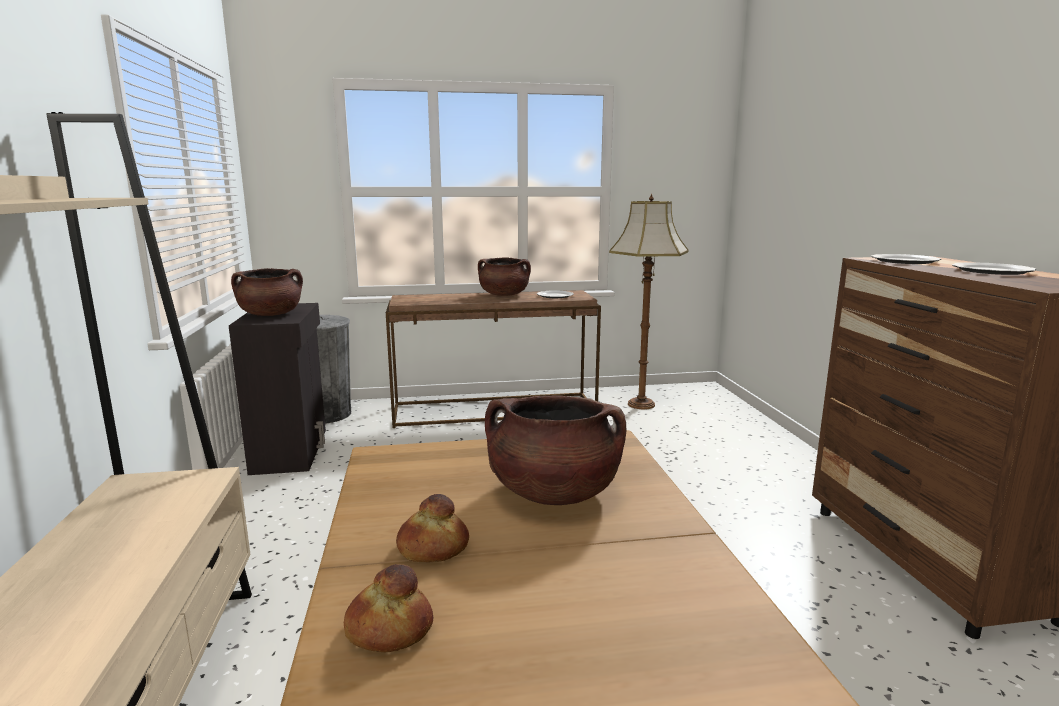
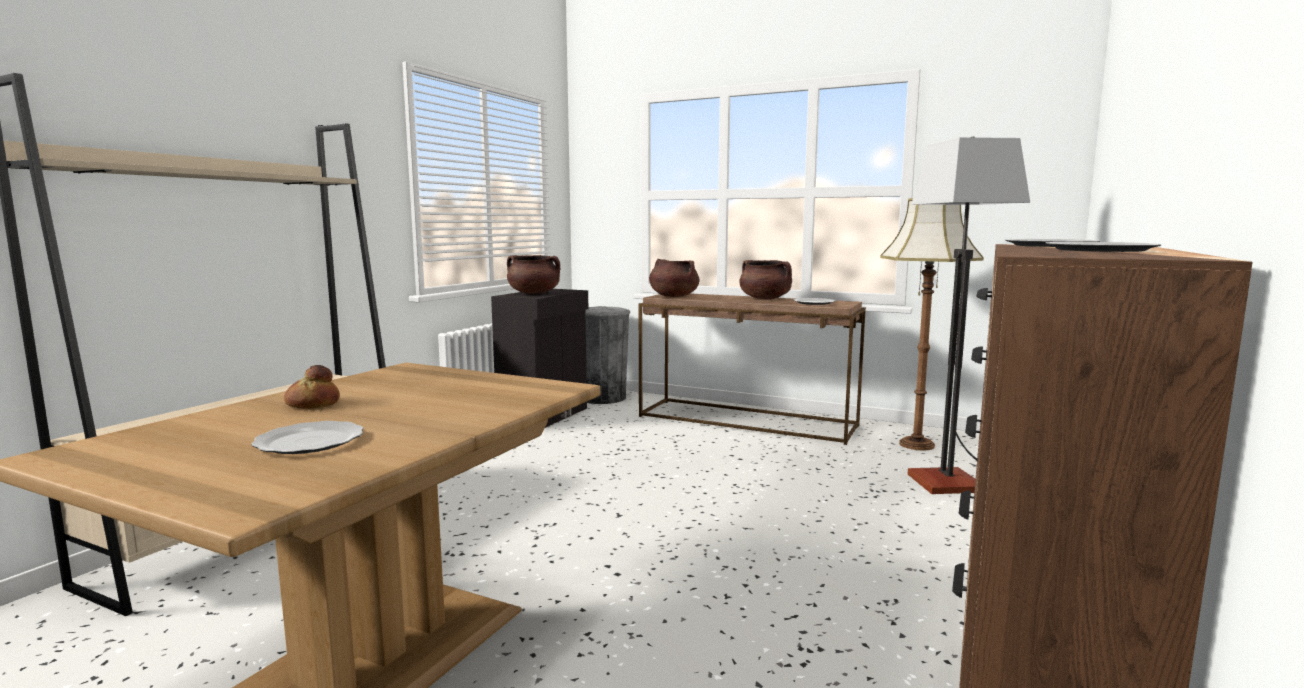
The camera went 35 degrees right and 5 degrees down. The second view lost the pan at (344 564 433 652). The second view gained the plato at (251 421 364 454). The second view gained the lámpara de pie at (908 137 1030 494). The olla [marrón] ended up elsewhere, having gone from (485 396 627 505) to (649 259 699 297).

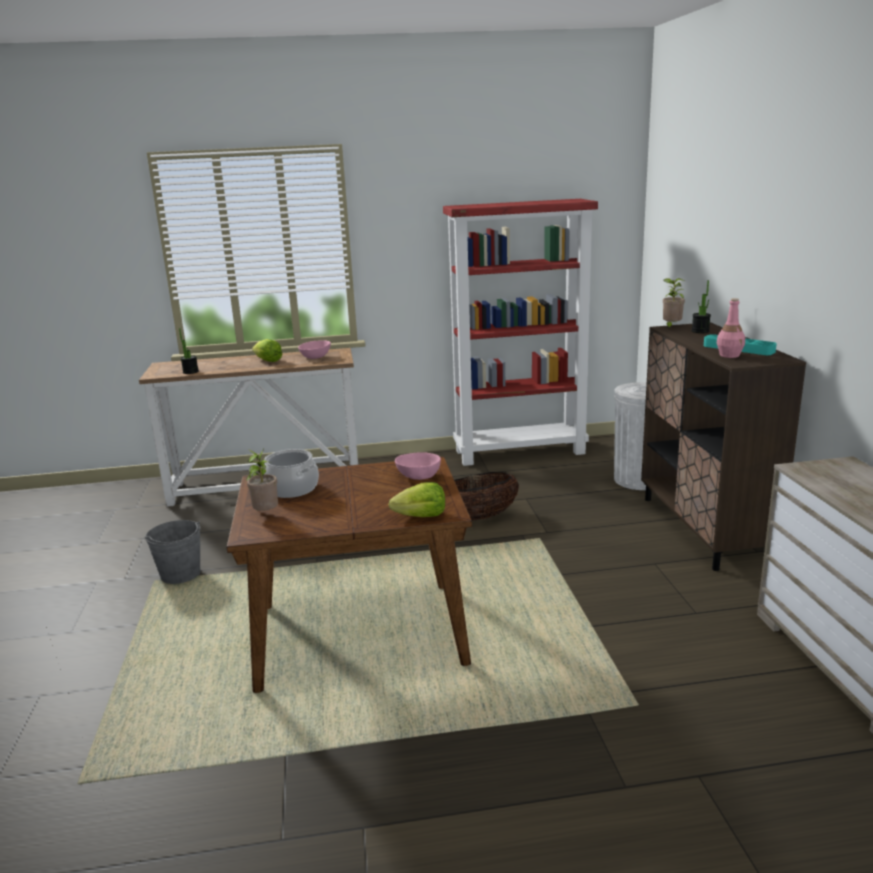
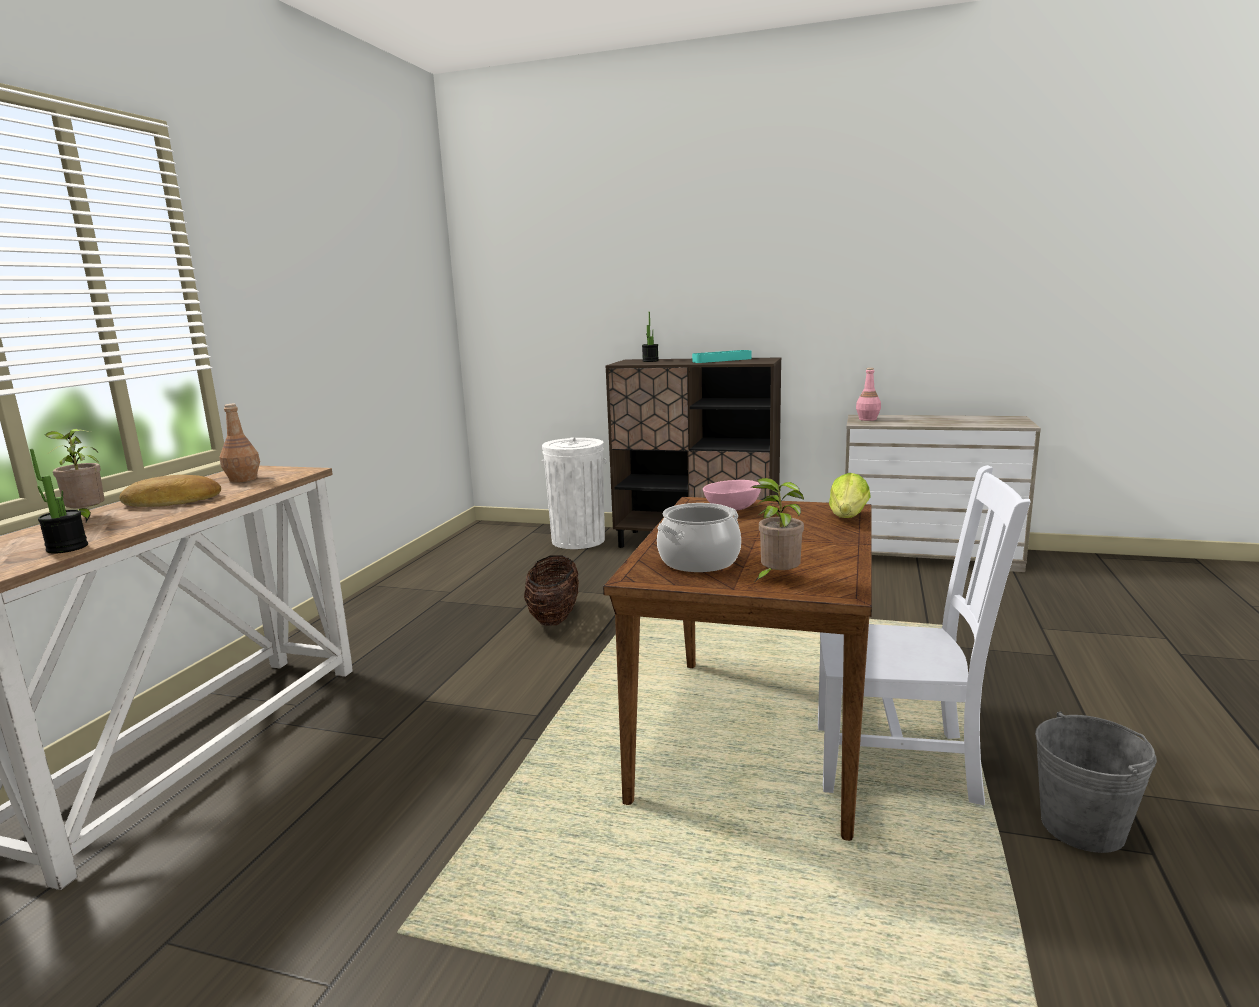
The camera went 65 degrees left and 5 degrees down. The second view lost the estantería [rojo] at (443 199 598 466). The second view gained the silla [blanco] at (818 465 1031 805). The cubo [gris] ended up elsewhere, having gone from (145 520 201 584) to (1035 712 1157 853). The planta en maceta ended up elsewhere, having gone from (663 278 685 330) to (45 429 105 522). The botella [rosa] ended up elsewhere, having gone from (717 298 745 358) to (856 368 881 421). Where the lechuga stood at (252 339 282 362), the pan came to stand at (119 475 221 507). Where the cuenco [rosa] stood at (298 340 331 359), the botella [marrón] came to stand at (220 404 260 483).

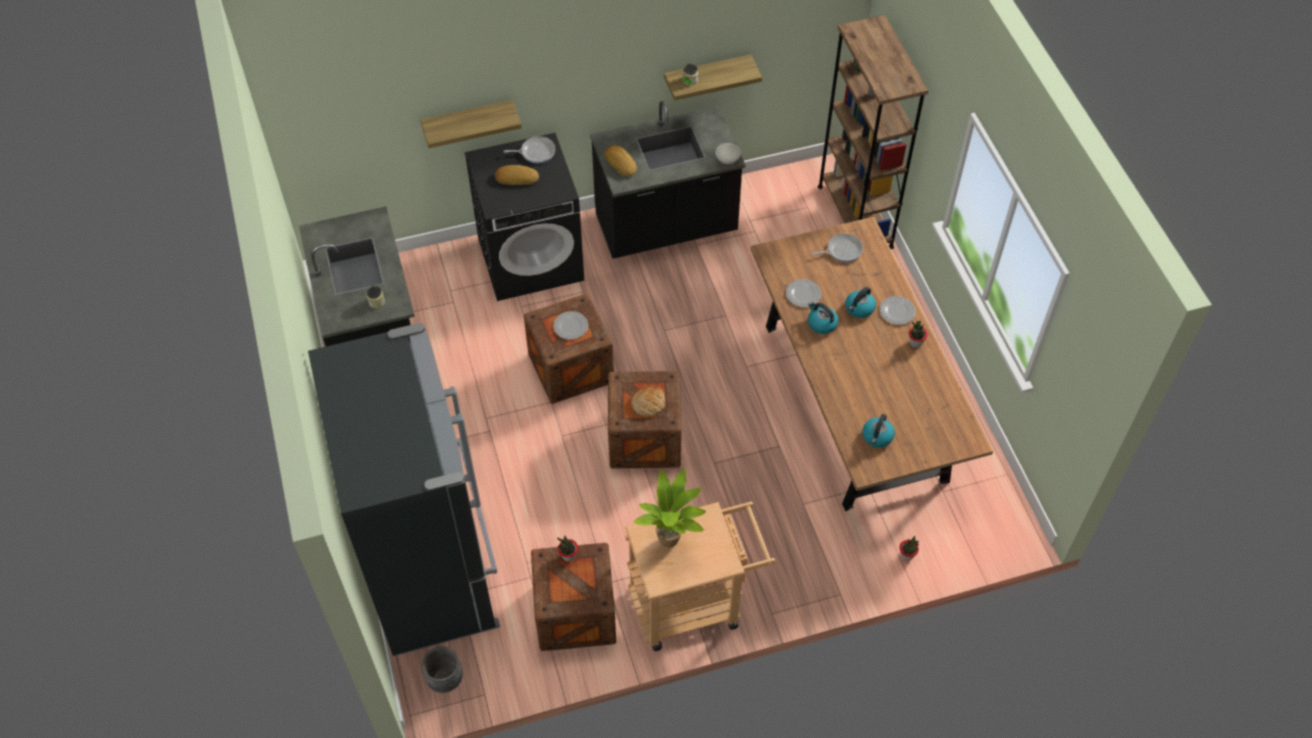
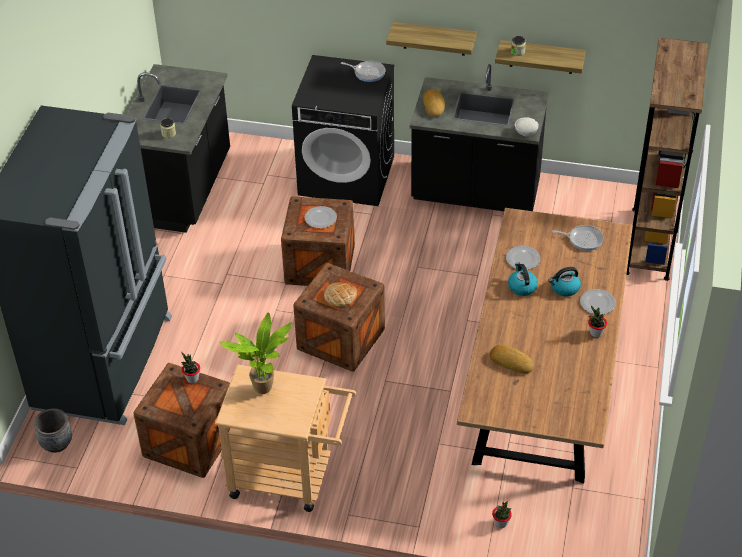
The camera went 30 degrees right and 10 degrees down. The second view lost the hervidor at (863 414 895 447). The estante ended up elsewhere, having gone from (421 100 522 148) to (386 22 477 56). The pan ended up elsewhere, having gone from (495 165 539 185) to (490 345 534 374).

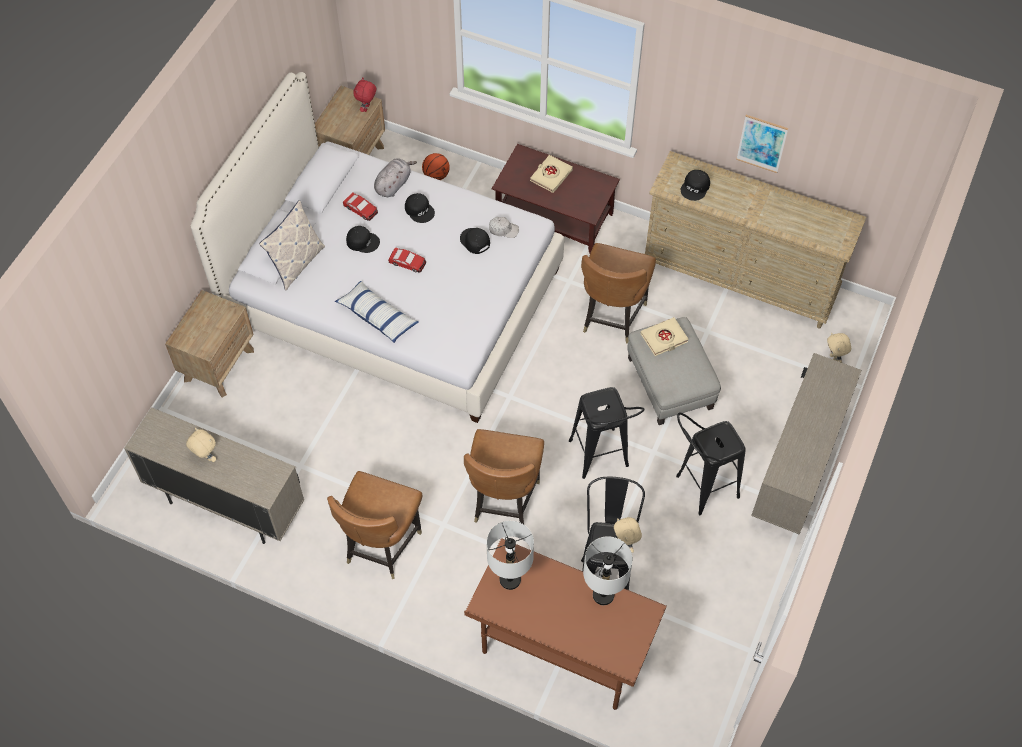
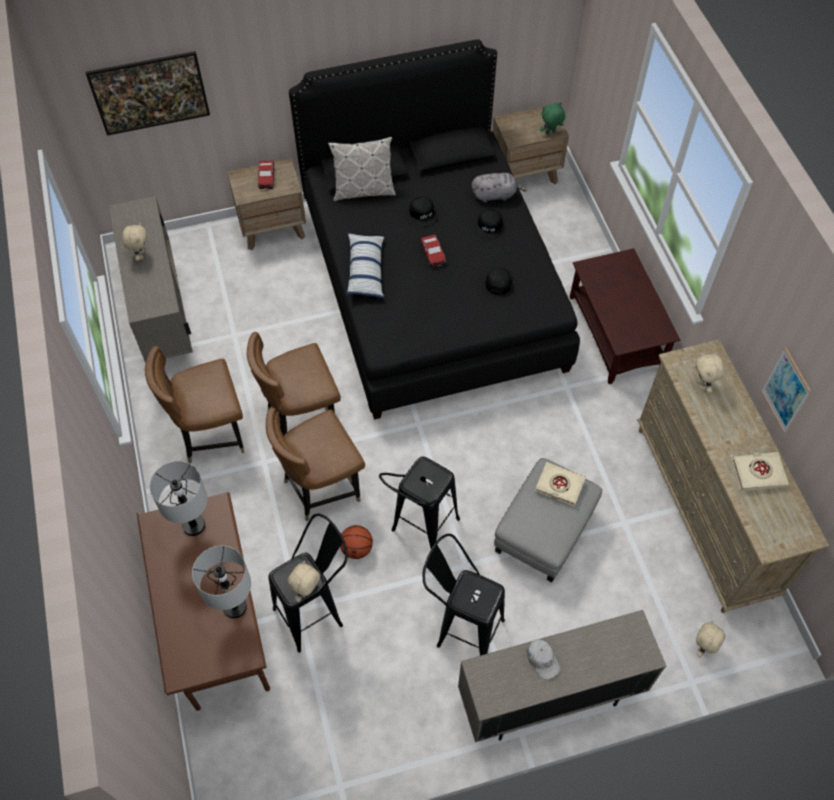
The camera went 50 degrees right and 0 degrees up. The second view gained the cuadro at (85 51 210 136). The coche de juguete ended up elsewhere, having gone from (343 192 378 221) to (258 160 274 189). The balón de baloncesto ended up elsewhere, having gone from (422 153 450 180) to (340 525 373 559). The gorra [blanco] ended up elsewhere, having gone from (489 217 519 238) to (527 639 560 680). The libro [beis] ended up elsewhere, having gone from (530 155 573 193) to (732 452 789 491). The silla [marrón] ended up elsewhere, having gone from (581 243 656 344) to (247 332 341 436). Where the gorra [negro] stood at (681 170 710 201), the peluche [beis] came to stand at (696 353 724 393). What was the cama [blanco] at (191 72 564 423) turned into the cama [negro] at (289 39 580 420). What was the peluche [rojo] at (353 78 376 112) turned into the peluche [verde] at (540 102 565 135).

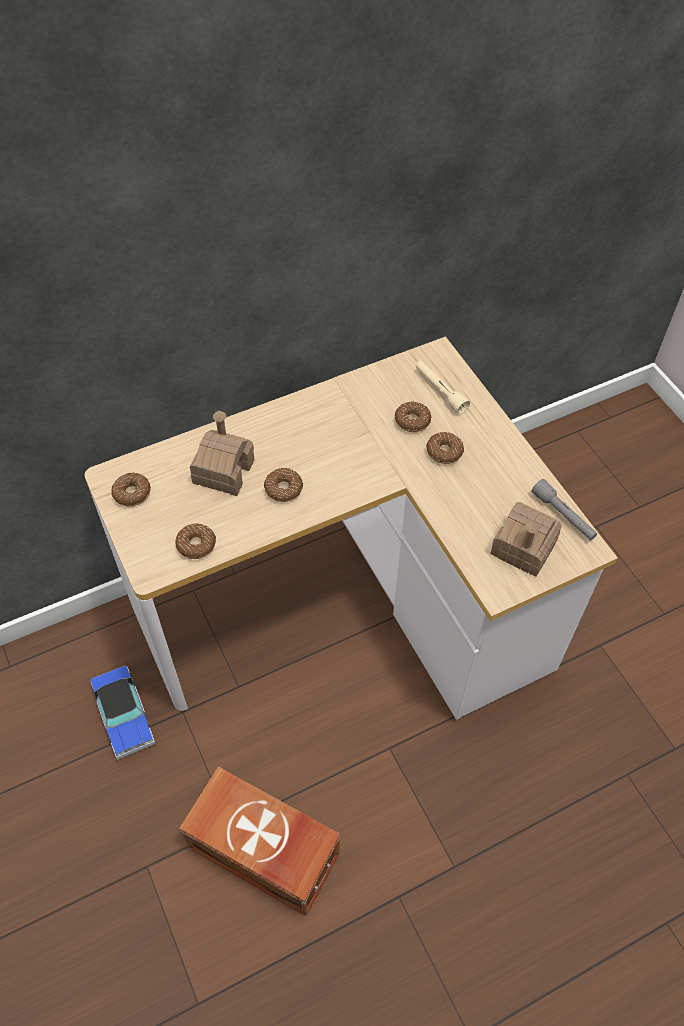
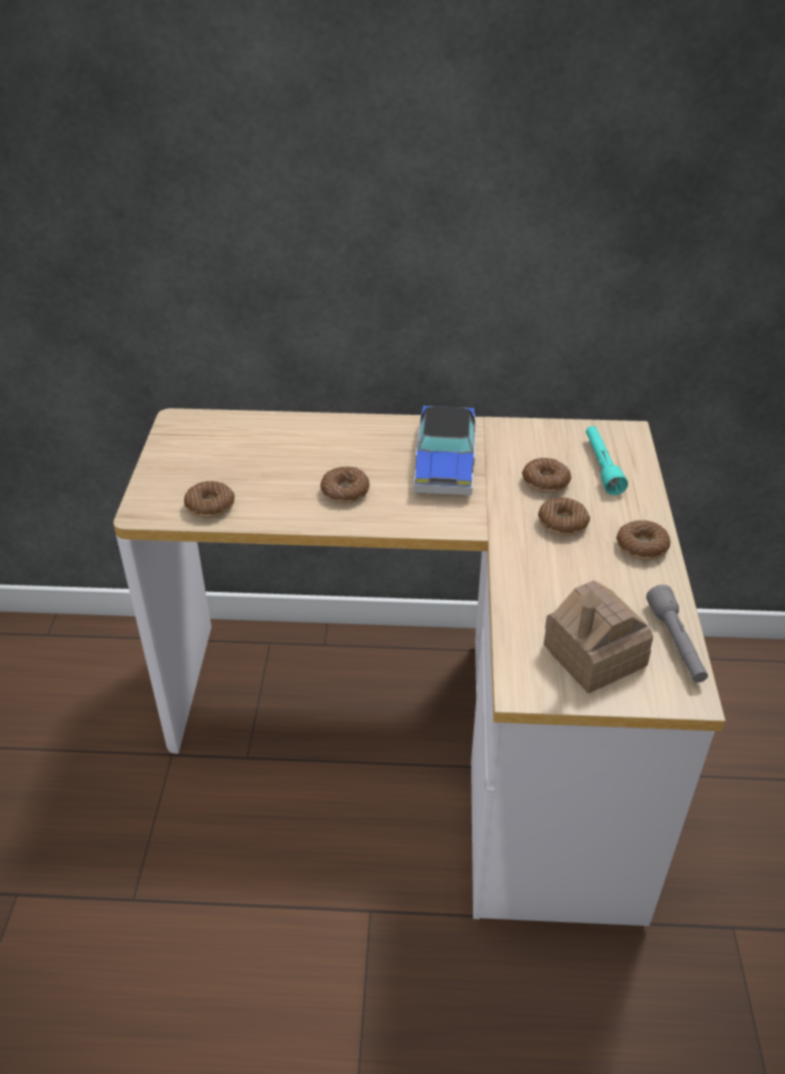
The camera went 30 degrees right and 15 degrees down. The second view lost the caja de almacenaje [marrón] at (180 767 340 916). The second view lost the casita at (190 411 255 496). The coche de juguete ended up elsewhere, having gone from (91 665 156 760) to (414 406 476 495). The rosquilla ended up elsewhere, having gone from (111 472 151 507) to (616 520 670 560). What was the linterna [beis] at (416 361 470 414) turned into the linterna [turquesa] at (586 426 628 495).

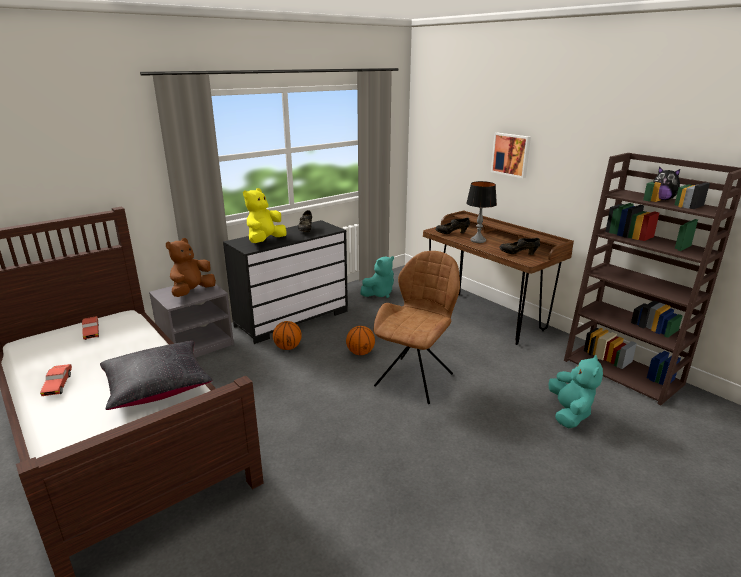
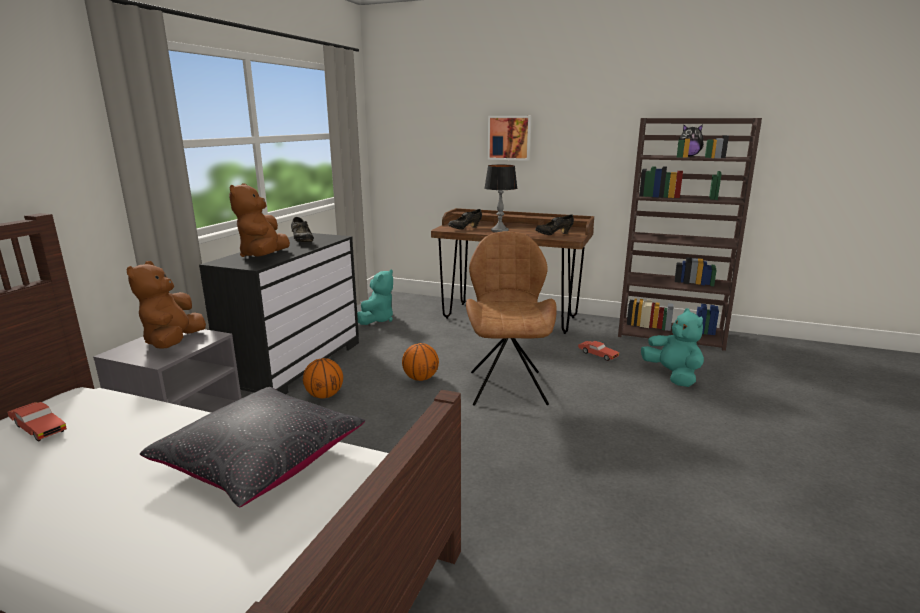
The camera went 30 degrees left and 5 degrees down. The coche de juguete [rojo] ended up elsewhere, having gone from (40 364 72 396) to (578 341 619 361). What was the peluche [amarillo] at (243 188 287 243) turned into the peluche [marrón] at (229 183 290 257).

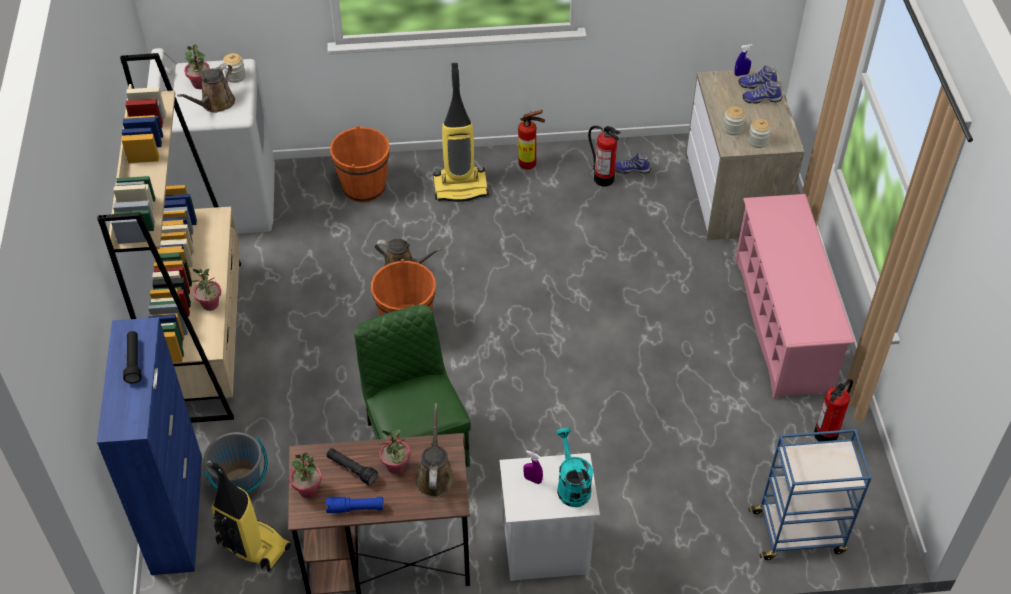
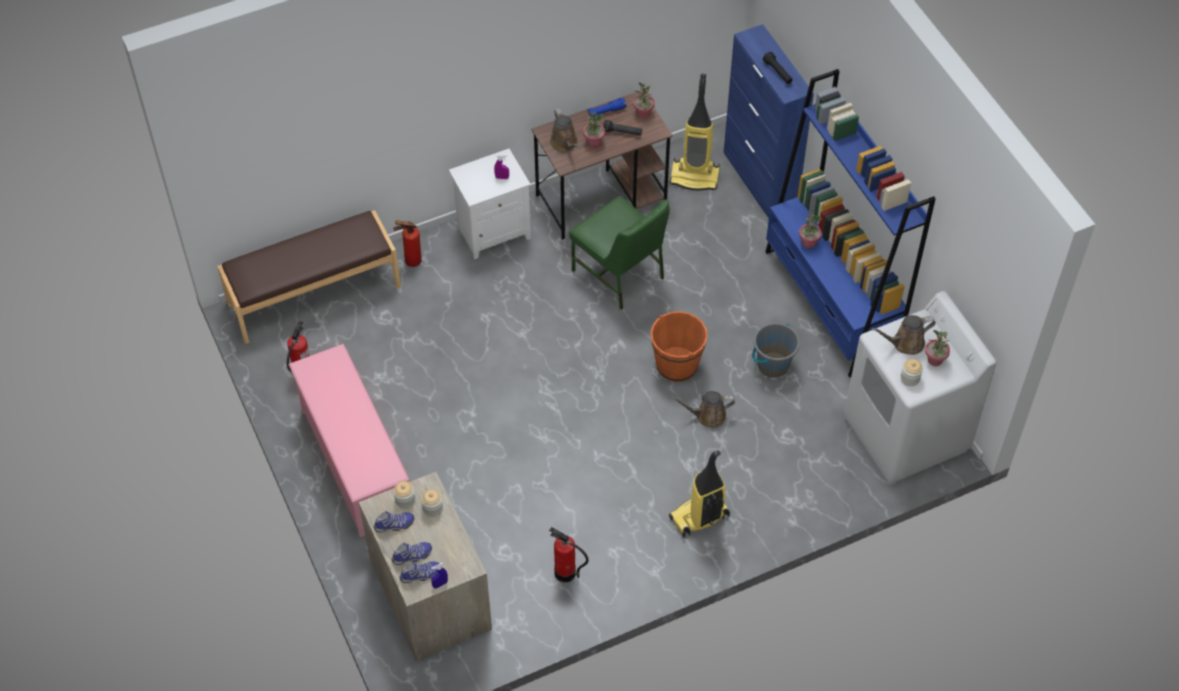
The camera went 160 degrees right and 5 degrees up. The second view lost the cubo [naranja] at (330 125 390 203). The second view lost the regadera [turquesa] at (556 428 593 507). The cubo [gris] ended up elsewhere, having gone from (204 432 268 498) to (752 323 800 378). The extintor ended up elsewhere, having gone from (518 110 545 169) to (394 221 422 267). The zapato ended up elsewhere, having gone from (615 153 651 174) to (374 511 414 532). Where the carrito [azul] stood at (748 429 871 560), the banco [marrón] came to stand at (217 210 401 344). What was the estantería [beis] at (97 53 241 423) turned into the estantería [azul] at (765 69 936 377). The regadera [marrón] at (177 63 235 113) ended up facing another way, 120 degrees counterclockwise from before.

